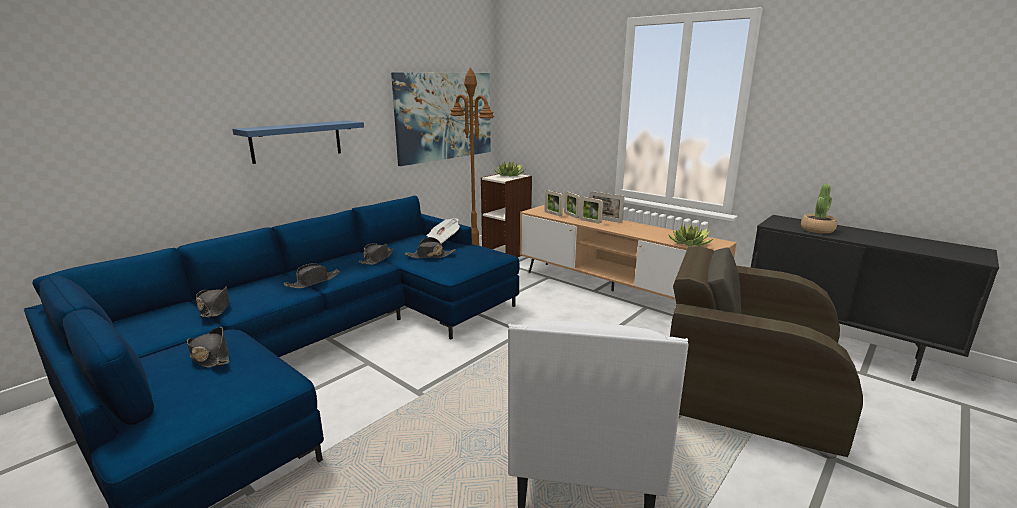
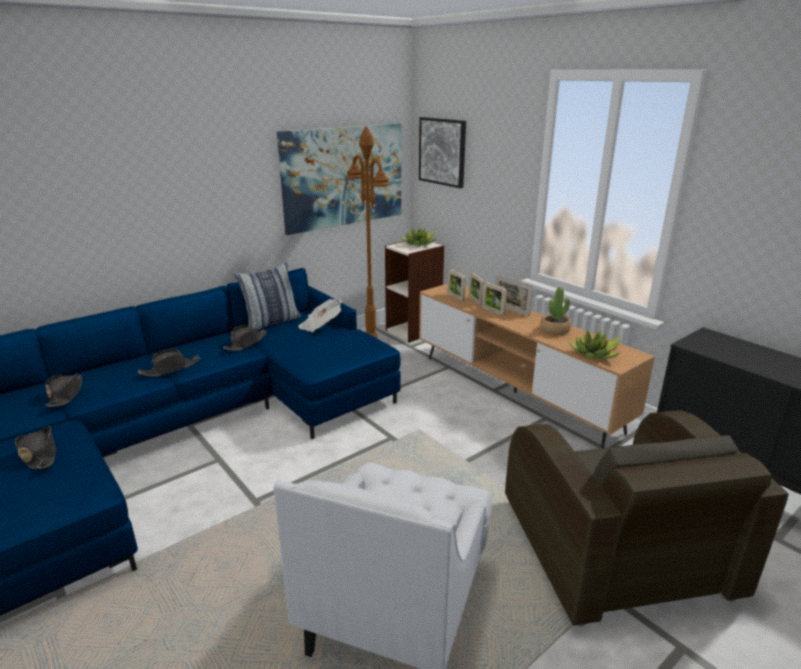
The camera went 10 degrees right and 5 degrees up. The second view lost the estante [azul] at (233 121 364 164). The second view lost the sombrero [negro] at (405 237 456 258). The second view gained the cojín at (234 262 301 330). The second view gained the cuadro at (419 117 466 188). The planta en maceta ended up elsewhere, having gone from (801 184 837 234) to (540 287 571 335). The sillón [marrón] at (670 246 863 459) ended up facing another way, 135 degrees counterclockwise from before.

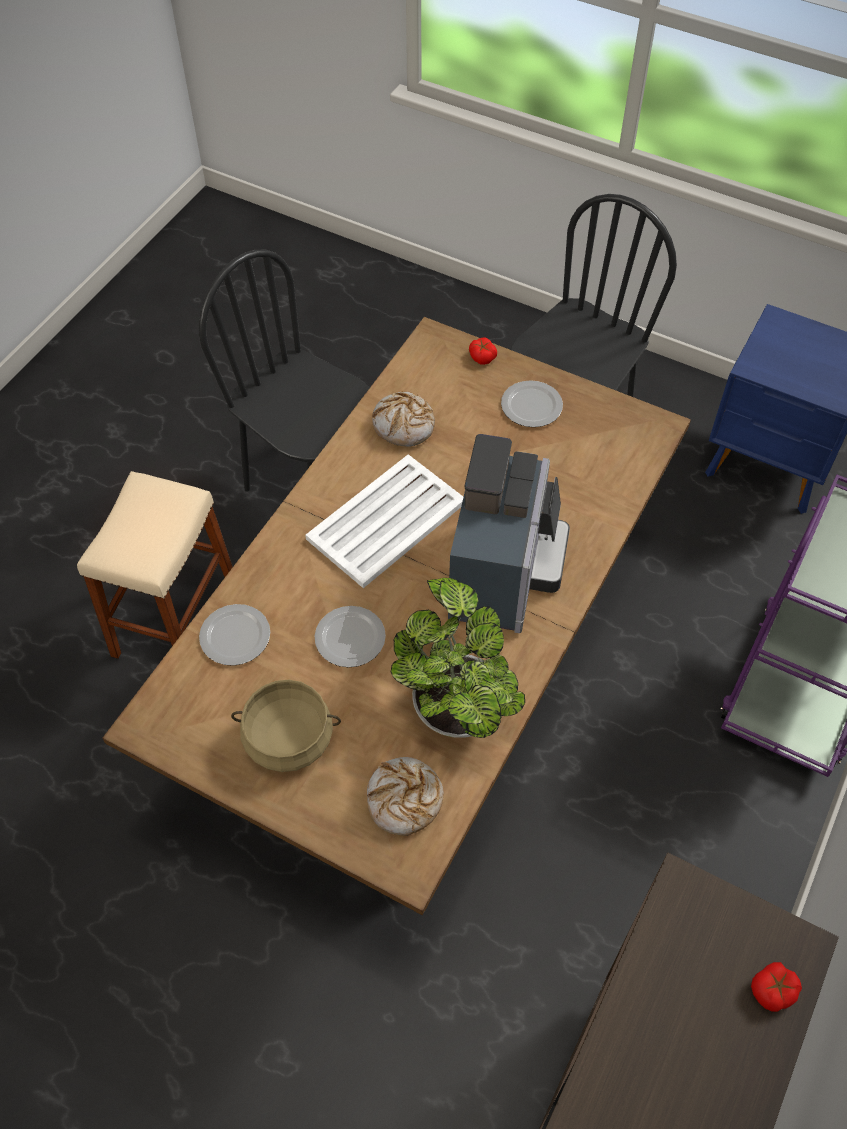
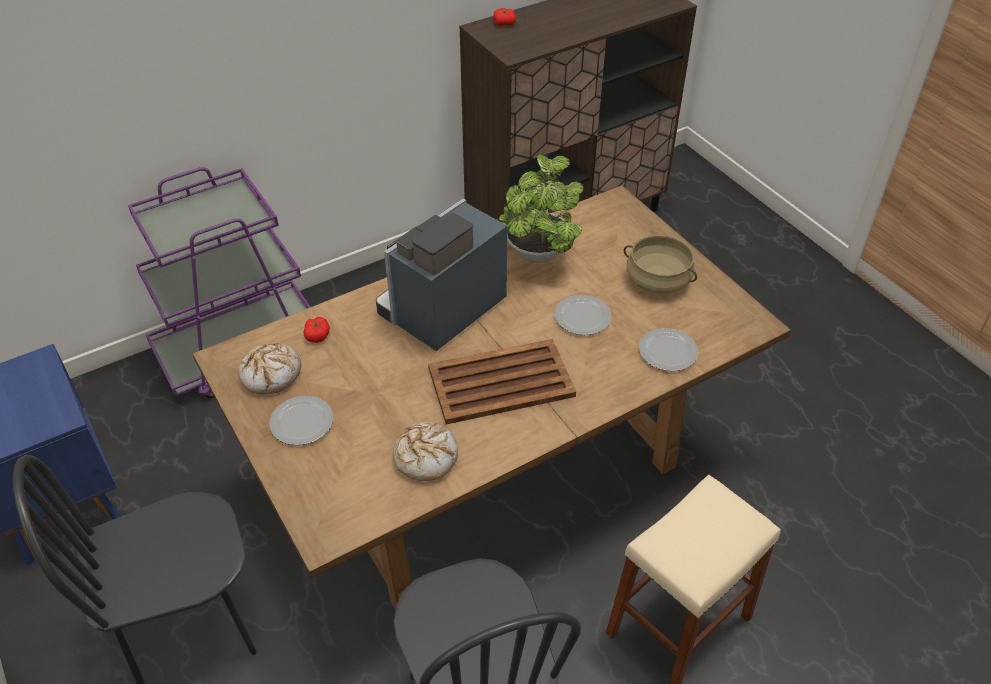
The camera went 150 degrees left and 10 degrees down. The pan ended up elsewhere, having gone from (367 757 444 836) to (239 343 301 394). The tomate ended up elsewhere, having gone from (469 337 497 365) to (304 317 330 343). What was the bandeja [blanco] at (305 454 463 588) turned into the bandeja [marrón] at (428 339 576 425).

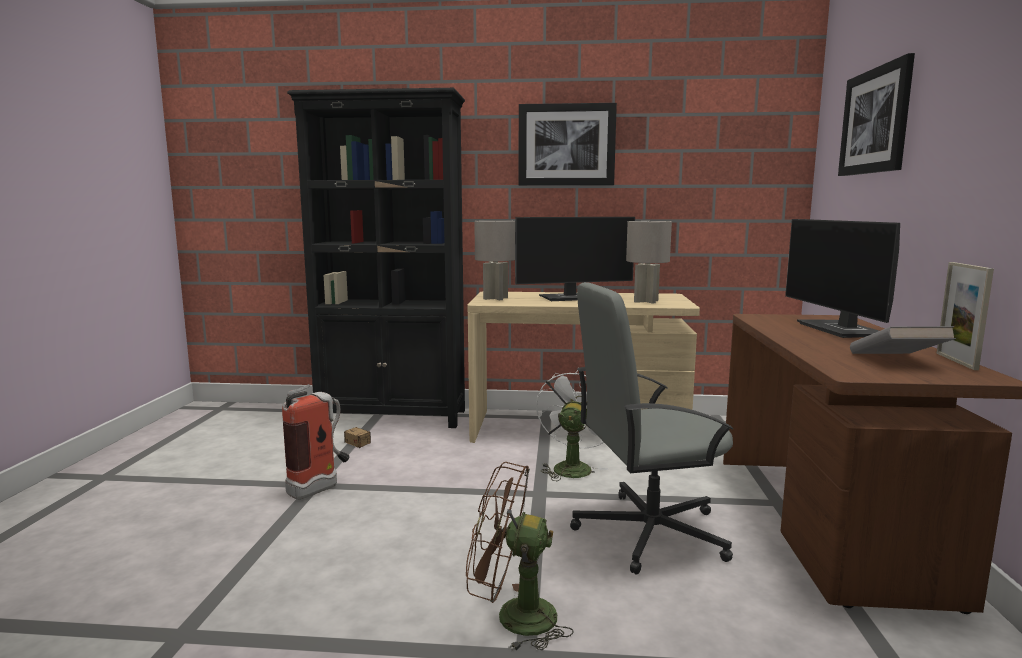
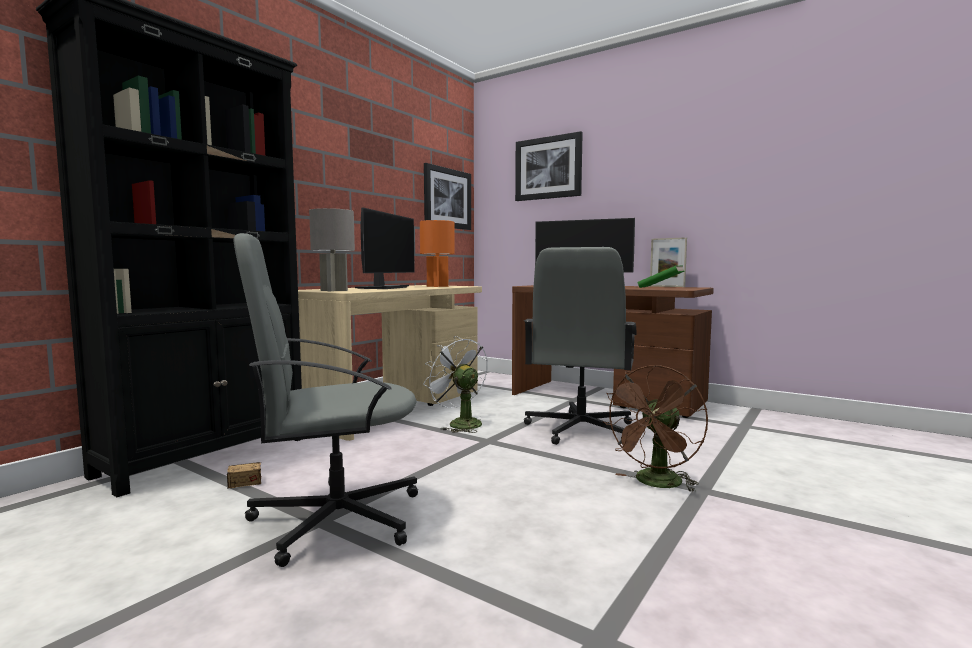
The camera went 60 degrees left and 5 degrees down. The cuadro ended up elsewhere, having gone from (519 103 617 186) to (424 163 471 230). Where the extintor stood at (282 384 349 500), the silla de oficina [gris] came to stand at (234 233 418 567). What was the lámpara de mesa [gris] at (626 221 672 304) turned into the lámpara de mesa [naranja] at (420 220 455 287). What was the libro [gris] at (850 326 956 354) turned into the libro [verde] at (637 265 685 288).

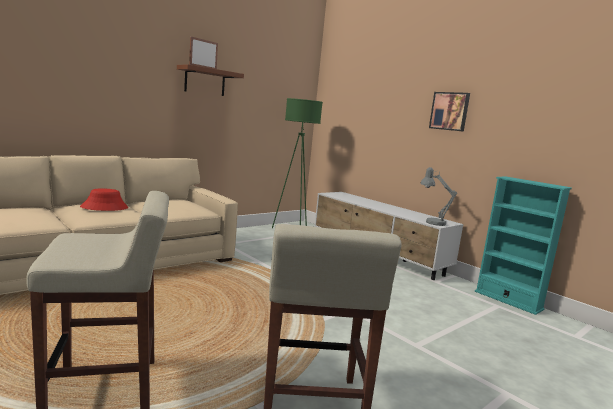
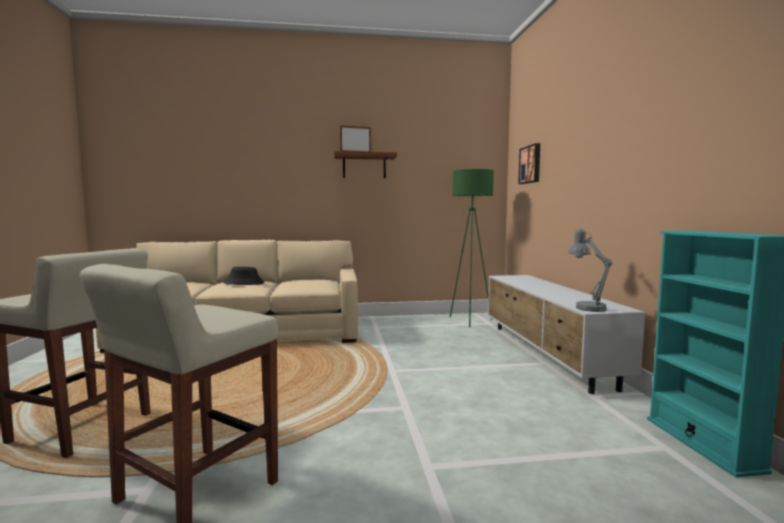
The camera went 35 degrees right and 5 degrees down. The cuadro ended up elsewhere, having gone from (429 92 470 132) to (518 143 540 184). What was the sombrero [rojo] at (80 188 128 211) turned into the sombrero [negro] at (223 267 265 285).

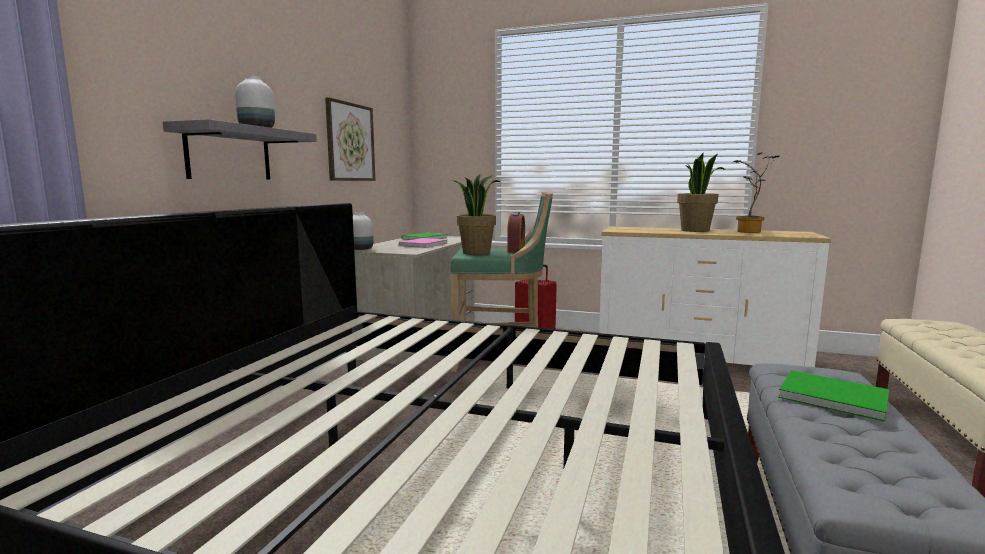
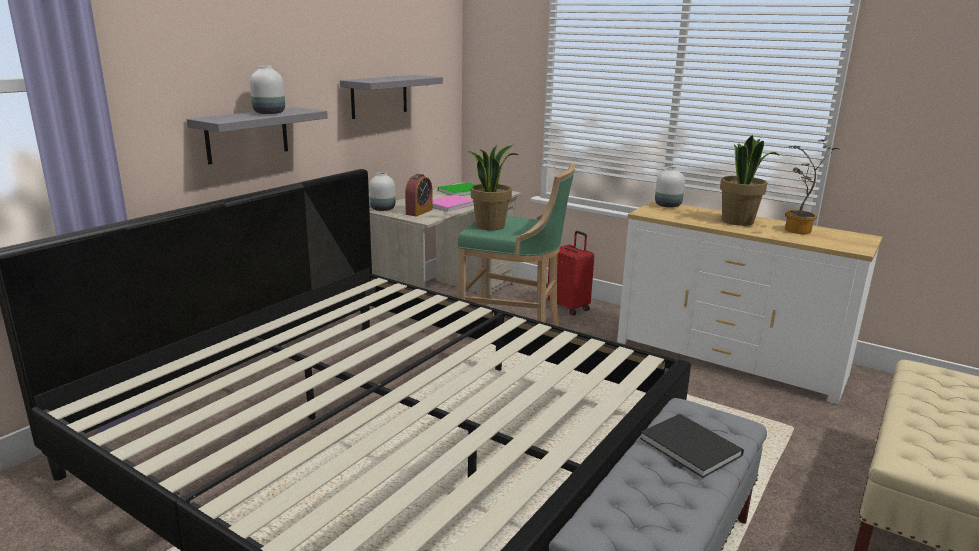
The camera went 15 degrees right and 10 degrees up. The second view gained the florero [blanco] at (655 166 685 207). The despertador ended up elsewhere, having gone from (507 212 525 253) to (405 174 433 216). Where the cuadro hung at (325 97 375 181), the estante [gris] came to hang at (340 75 443 119). What was the libro [verde] at (778 370 889 422) turned into the libro [negro] at (640 414 744 478).

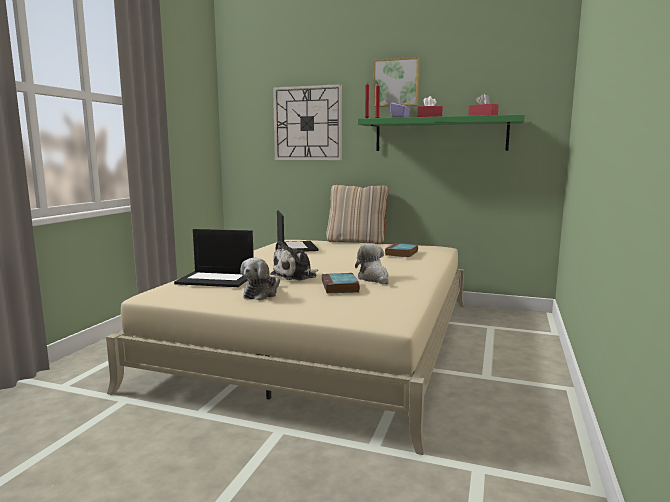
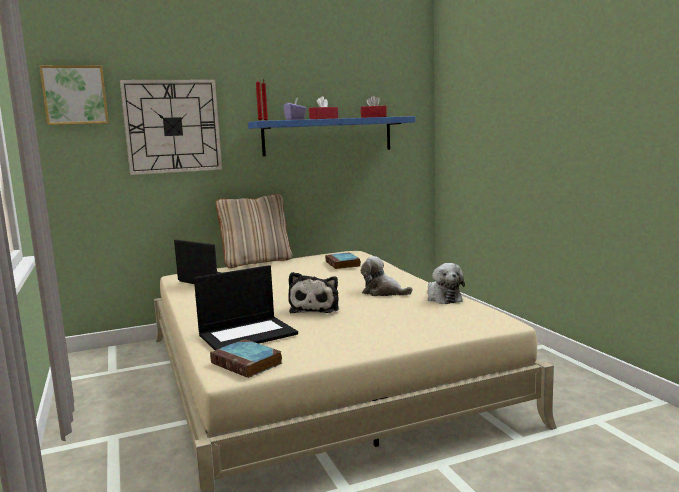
The camera went 40 degrees left and 0 degrees up. The peluche ended up elsewhere, having gone from (240 258 280 300) to (428 263 465 304). The libro ended up elsewhere, having gone from (322 273 360 293) to (210 339 283 378). The cuadro ended up elsewhere, having gone from (373 57 420 107) to (39 65 109 125). What was the estante [verde] at (358 115 525 151) turned into the estante [azul] at (248 116 415 156).

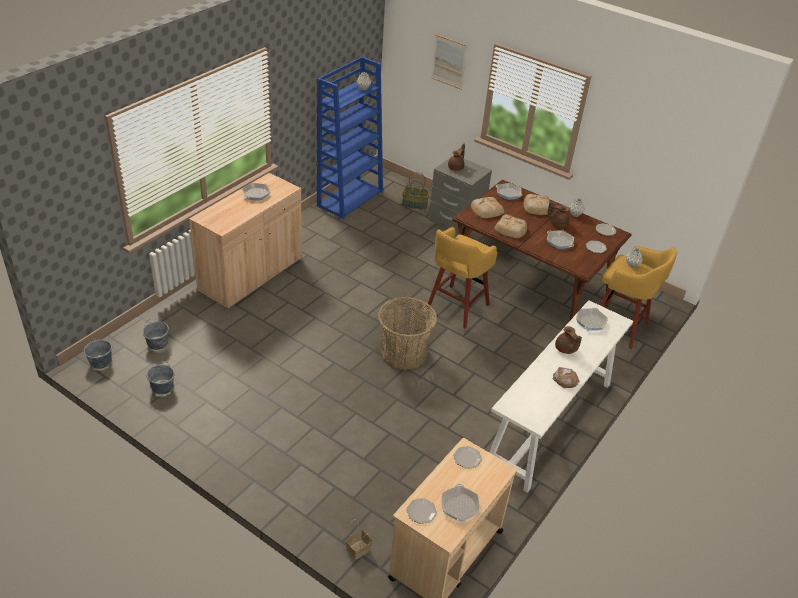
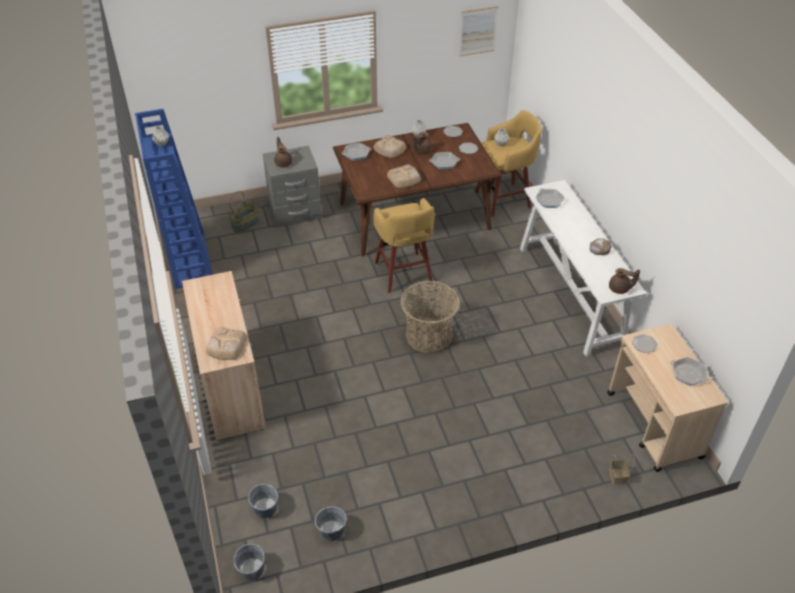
The camera went 50 degrees left and 5 degrees up. The second view lost the sartén at (242 183 270 201). The second view lost the plato at (407 498 437 524). The cuadro ended up elsewhere, having gone from (431 35 467 90) to (459 6 498 56). The pan ended up elsewhere, having gone from (471 197 504 218) to (206 327 247 360). The tetera [marrón] ended up elsewhere, having gone from (555 326 582 354) to (609 268 640 294).

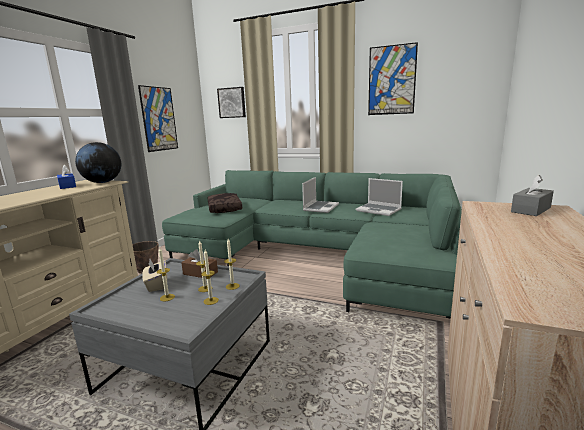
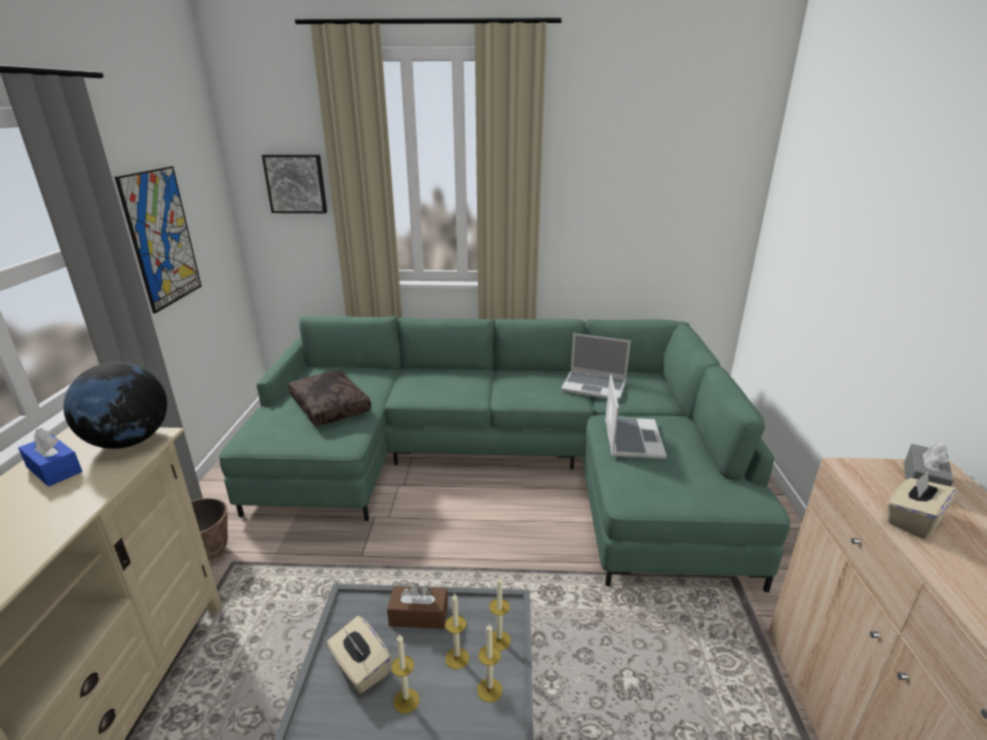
The camera went 20 degrees left and 10 degrees up. The second view lost the cuadro at (368 42 418 115). The second view gained the caja de pañuelos [beis] at (888 471 958 539). The portátil ended up elsewhere, having gone from (302 177 339 213) to (605 375 667 459).

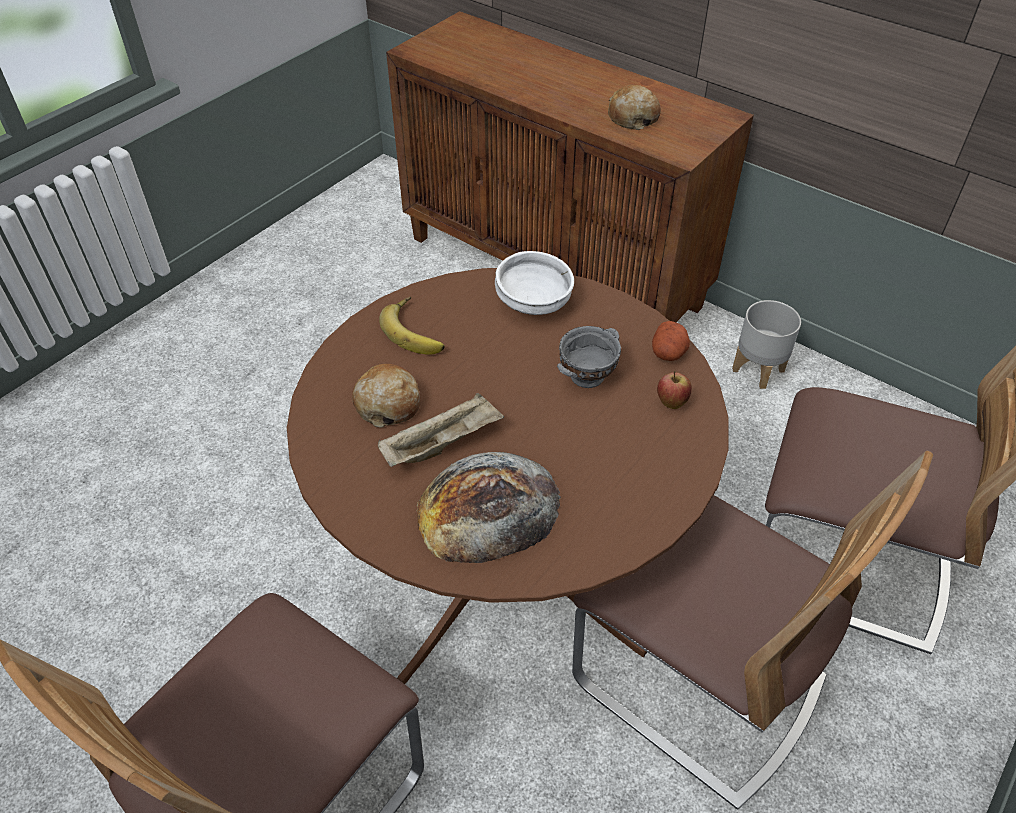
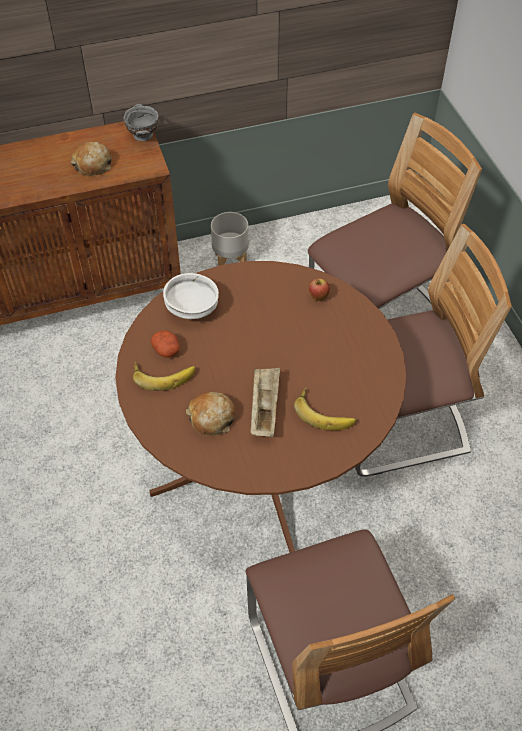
The camera went 55 degrees left and 5 degrees up. The cuenco [gris] ended up elsewhere, having gone from (557 326 621 388) to (123 104 158 141). The patata ended up elsewhere, having gone from (652 321 690 361) to (151 330 180 358). Where the pan stood at (417 452 561 563), the plátano came to stand at (294 387 356 430).

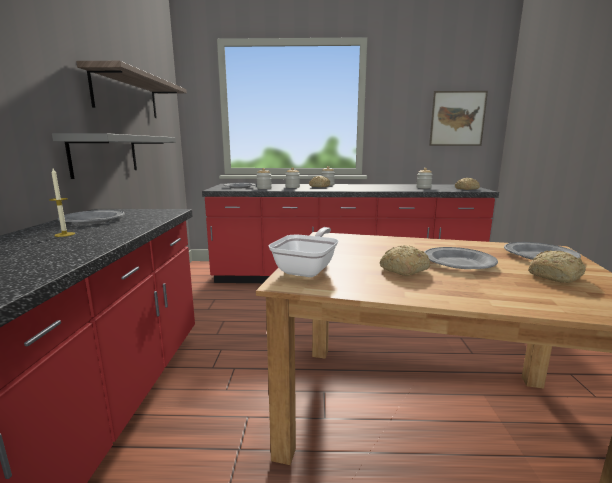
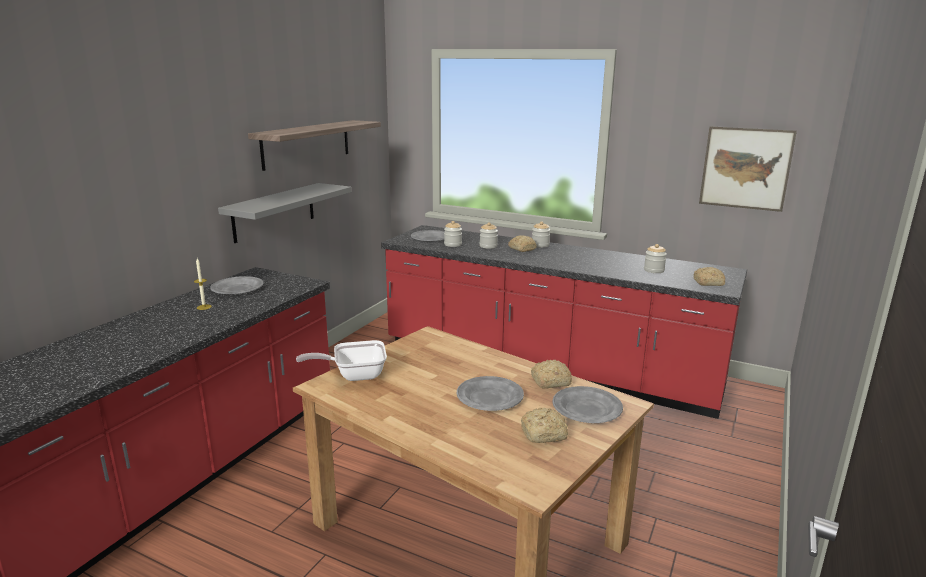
The camera went 25 degrees right and 5 degrees up. The pan ended up elsewhere, having gone from (380 245 430 276) to (531 360 572 389). The sartén at (268 227 338 277) ended up facing another way, 150 degrees counterclockwise from before.

